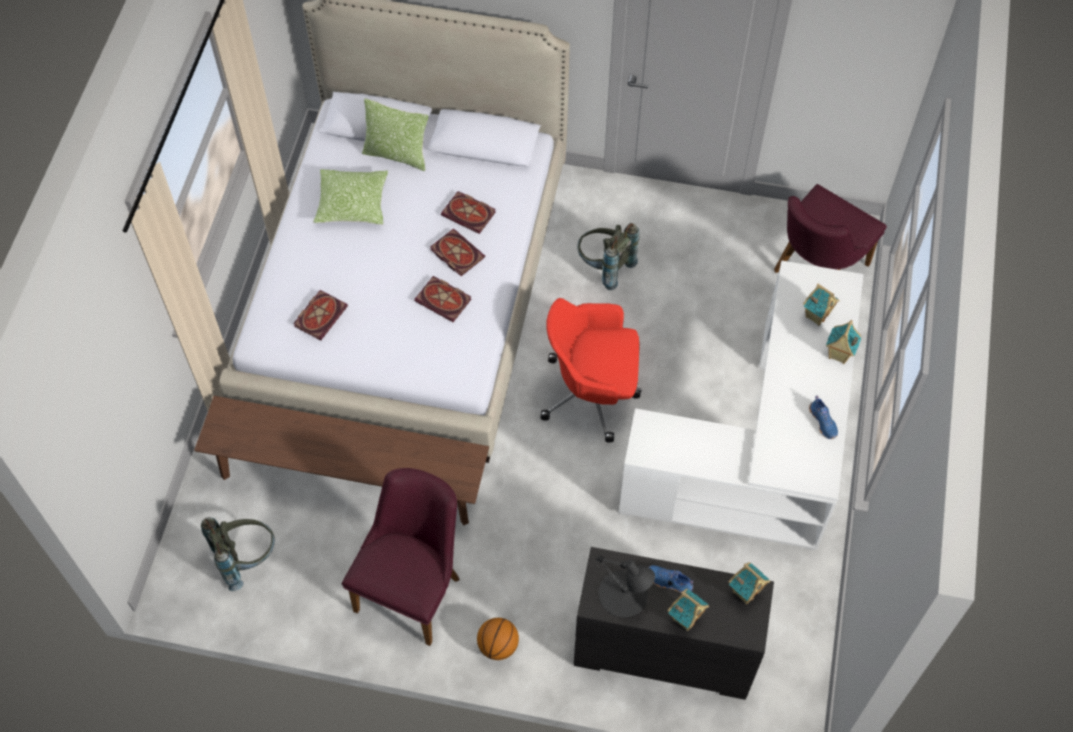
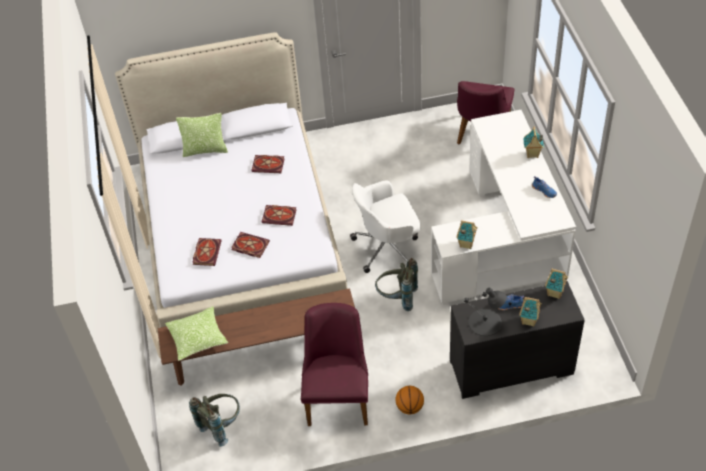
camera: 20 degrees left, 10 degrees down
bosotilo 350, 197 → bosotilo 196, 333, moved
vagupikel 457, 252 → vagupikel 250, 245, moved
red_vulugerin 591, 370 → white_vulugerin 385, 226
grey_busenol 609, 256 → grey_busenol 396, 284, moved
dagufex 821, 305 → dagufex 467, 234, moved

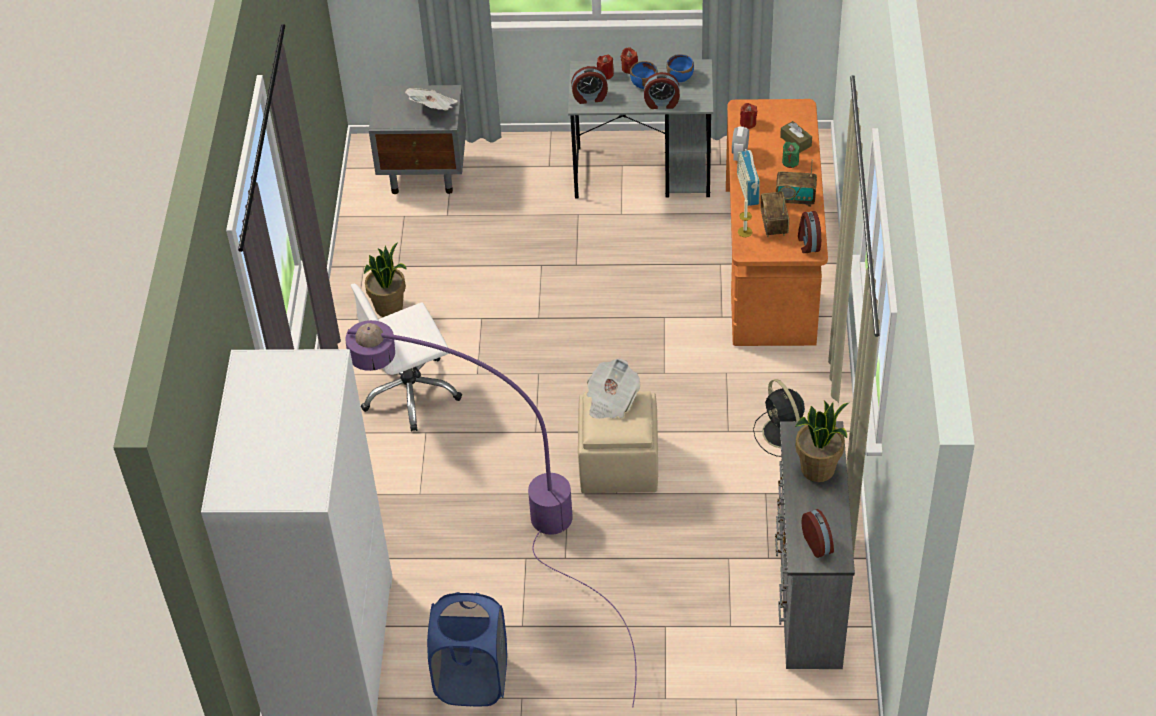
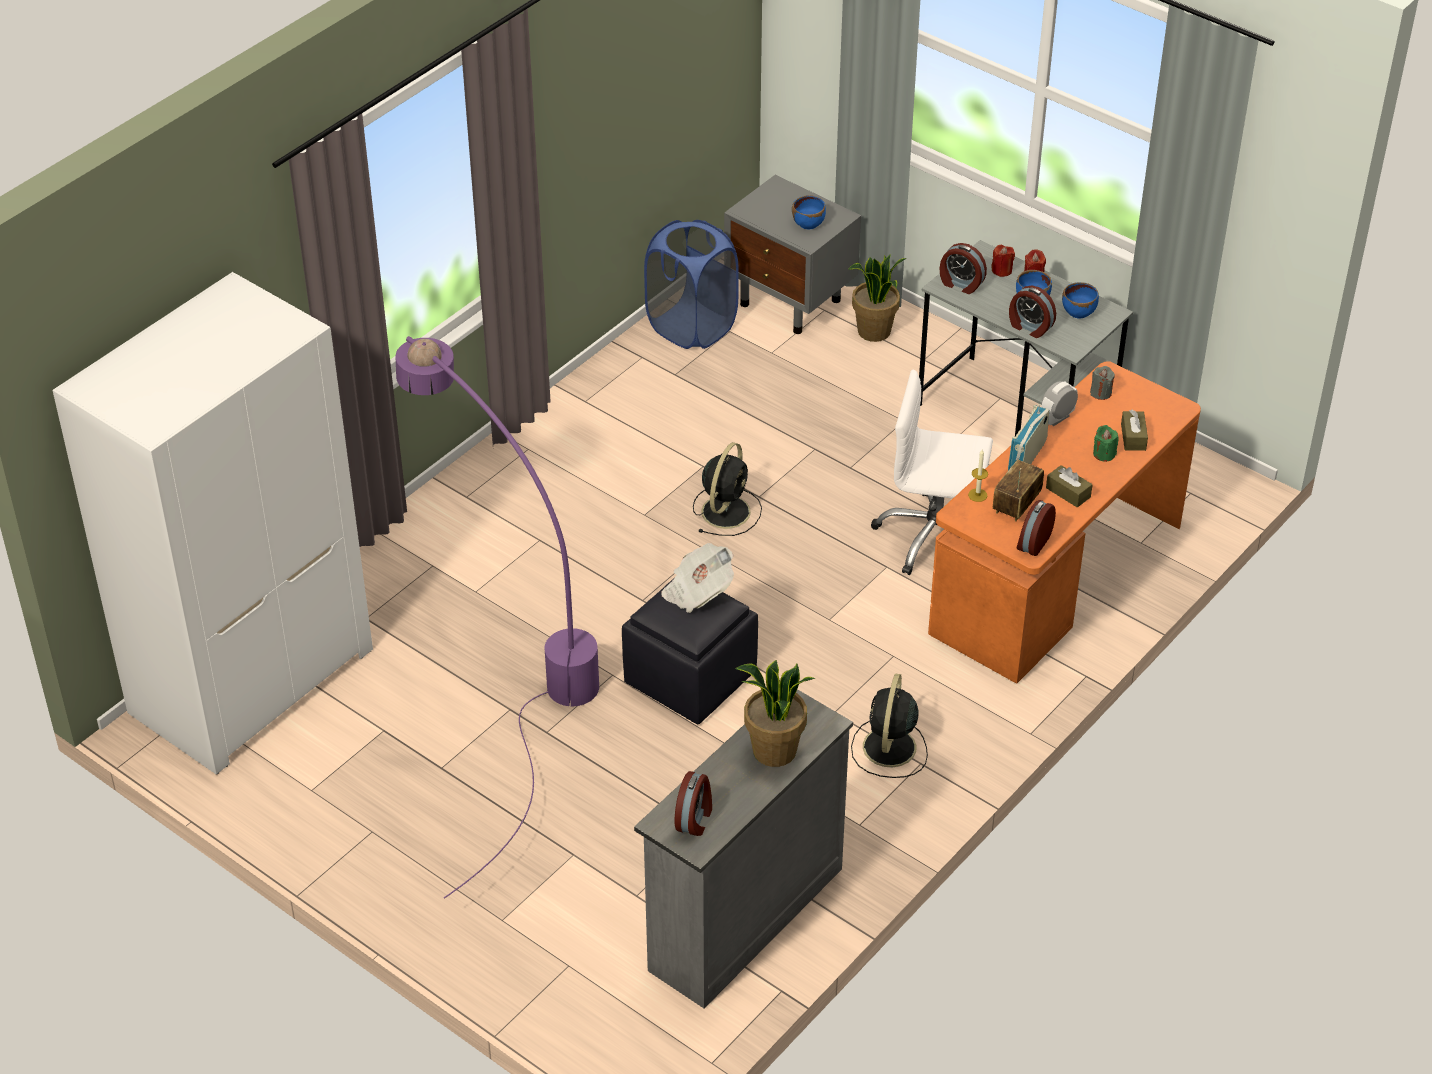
camera: 35 degrees right, 5 degrees down
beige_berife 618, 442 → black_berife 690, 651
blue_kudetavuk 467, 649 → blue_kudetavuk 691, 284, moved
- → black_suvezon 727, 489
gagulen 431, 99 → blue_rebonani 809, 212
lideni 385, 279 → lideni 877, 298, moved
white_vulugerin 406, 358 → white_vulugerin 932, 472, moved
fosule 796, 183 → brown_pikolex 1069, 486
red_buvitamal 748, 116 → grey_buvitamal 1102, 383

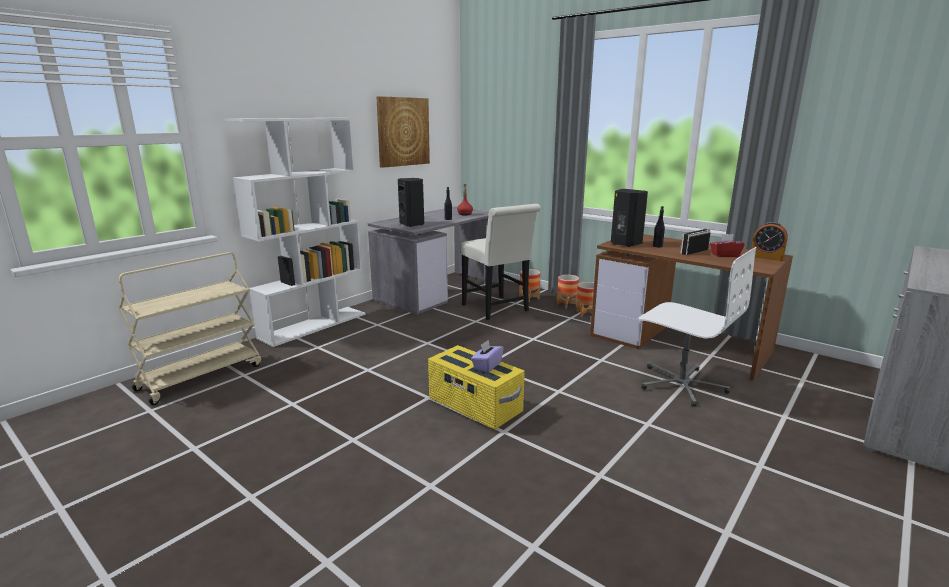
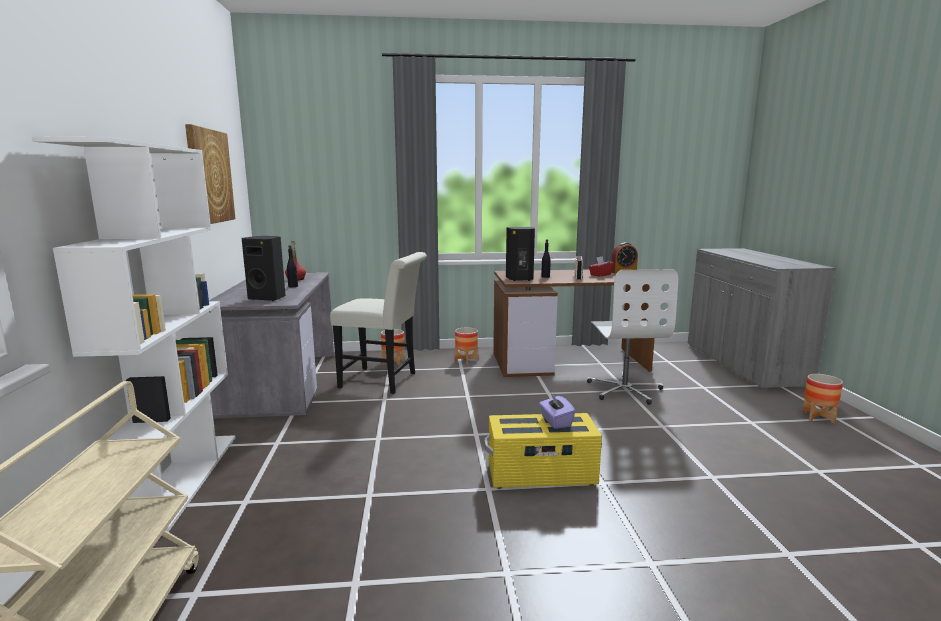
camera: 45 degrees left, 5 degrees down
white_vulugerin 698, 327 → white_vulugerin 632, 337, 90 degrees clockwise
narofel 567, 292 → narofel 822, 399, moved

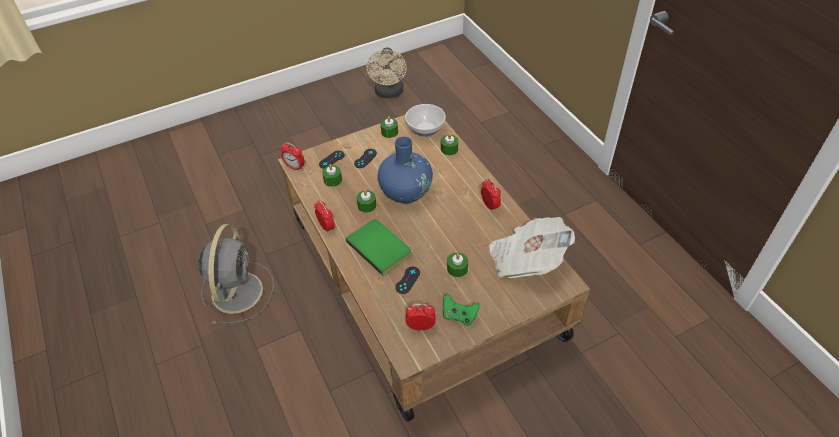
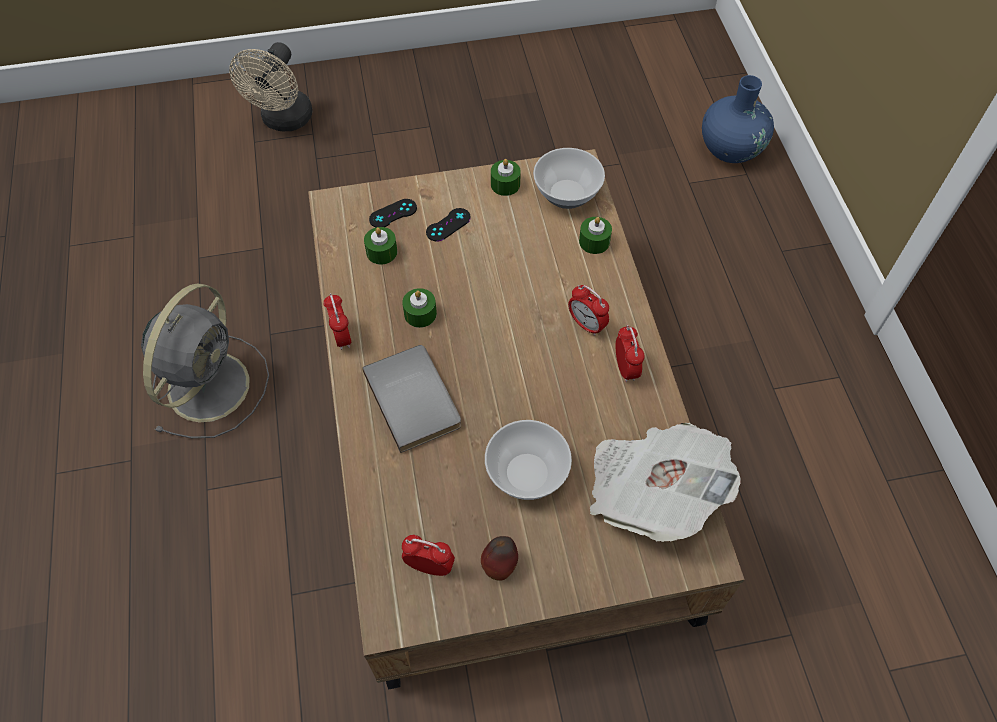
camera: 15 degrees right, 10 degrees up
beige_suvezon 386, 72 → beige_suvezon 270, 86, moved
green_vagupikel 378, 247 → grey_vagupikel 411, 399
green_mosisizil 461, 310 → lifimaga 499, 558
green_buvitamal 457, 265 → rebonani 528, 460
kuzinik 293, 156 → kuzinik 588, 310, moved
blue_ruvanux 405, 170 → blue_ruvanux 738, 119, moved
black_mosisizil 407, 280 → -

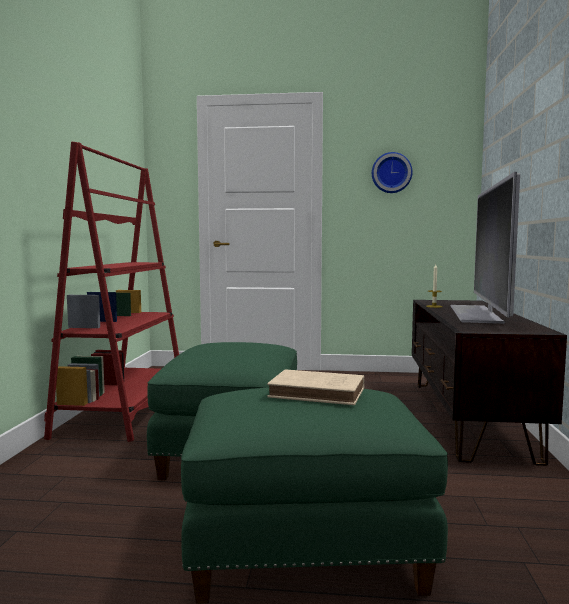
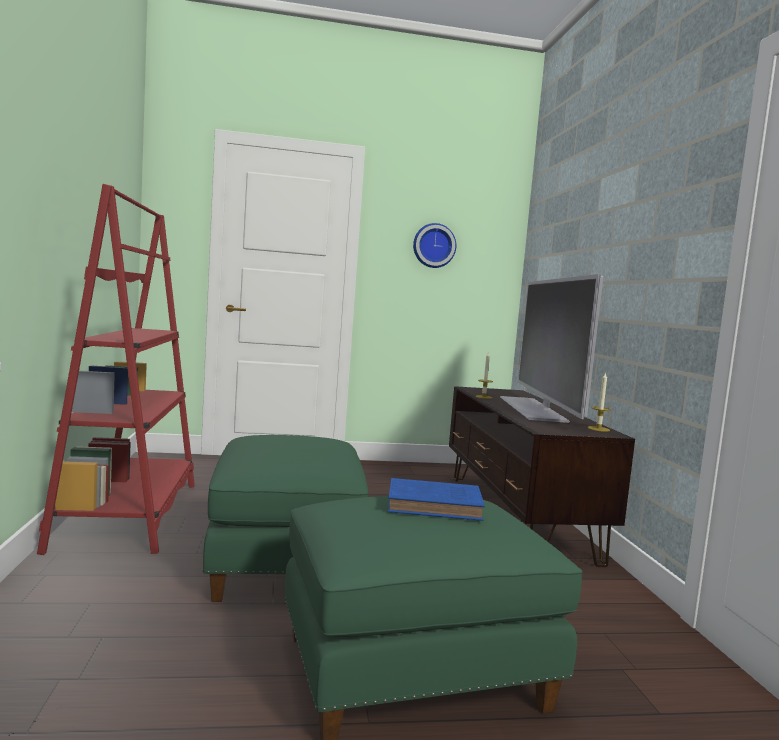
camera: 15 degrees left, 0 degrees up
beige_vagupikel 315, 387 → blue_vagupikel 436, 499
- → buvitamal 599, 402

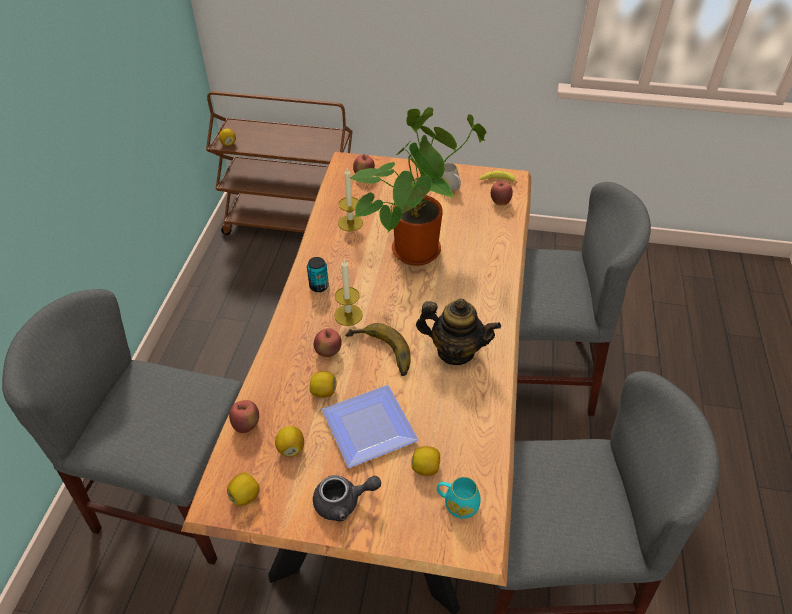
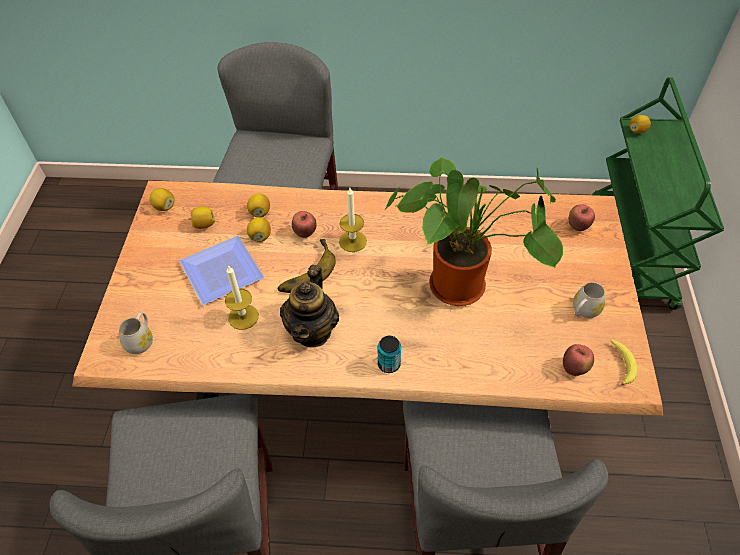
camera: 85 degrees right, 5 degrees up
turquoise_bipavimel 459, 498 → white_bipavimel 136, 333
buvitamal 350, 199 → buvitamal 242, 297, moved
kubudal 425, 461 → kubudal 258, 205, moved
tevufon 318, 274 → tevufon 389, 354, moved
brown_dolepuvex 279, 163 → green_dolepuvex 658, 193
lifimaga 244, 416 → -
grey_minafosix 347, 498 → -

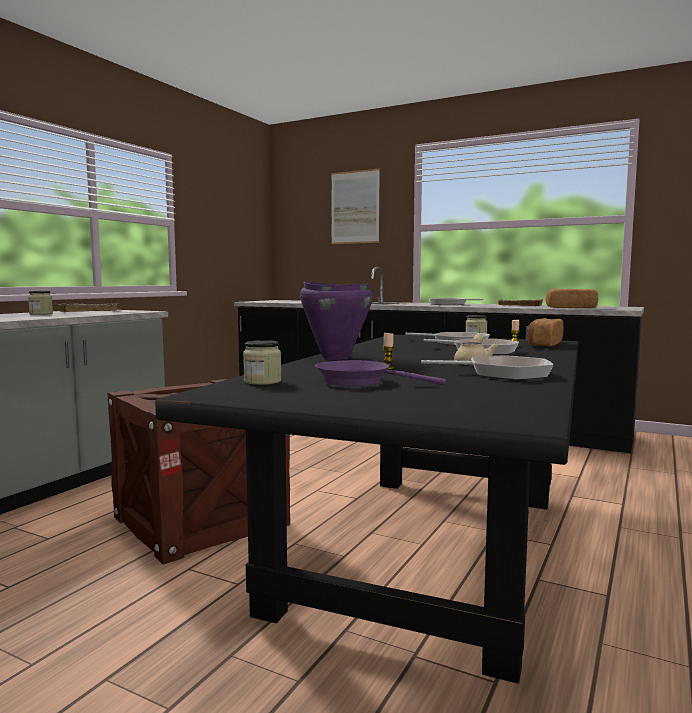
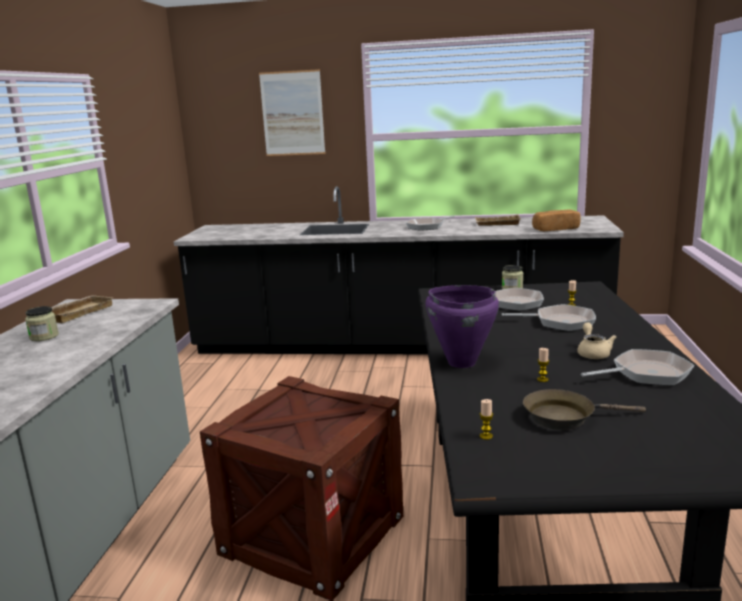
camera: 20 degrees left, 10 degrees up
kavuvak 262, 362 → buvitamal 486, 419
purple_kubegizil 380, 373 → brown_kubegizil 584, 409
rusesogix 545, 332 → -

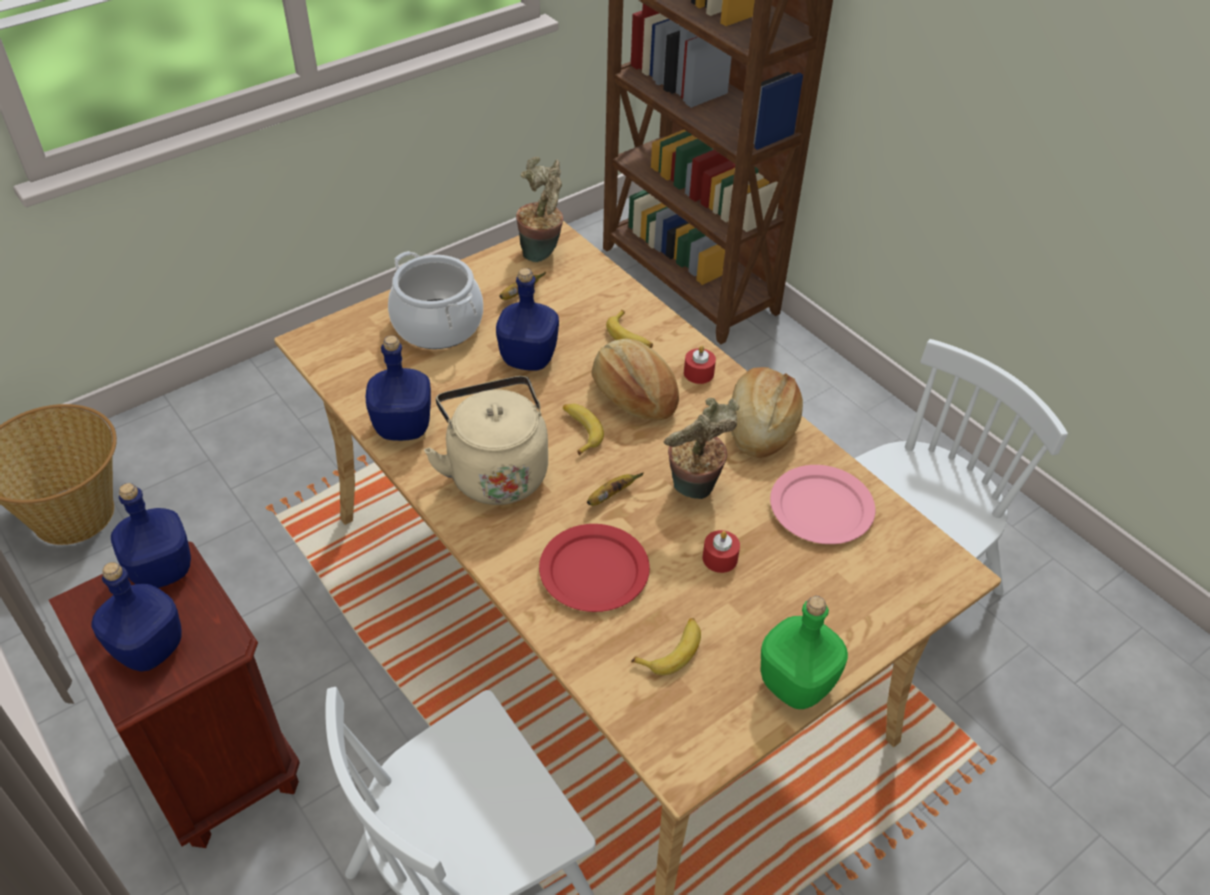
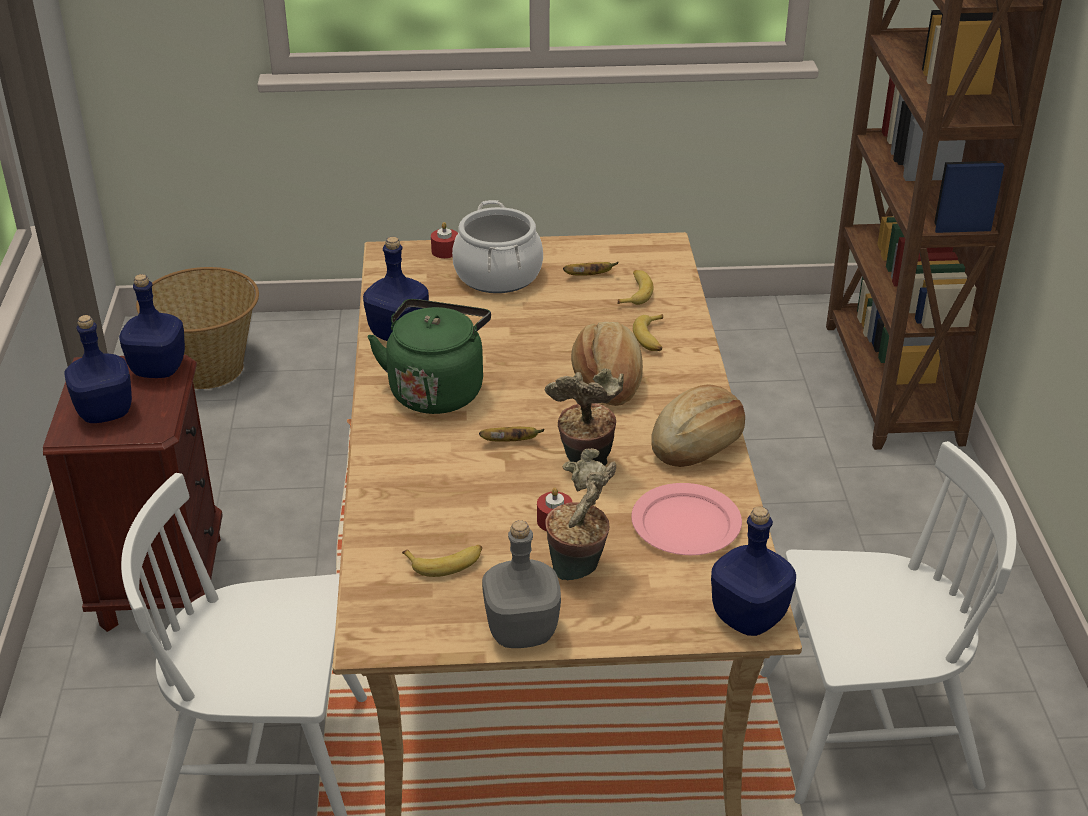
camera: 35 degrees right, 10 degrees down
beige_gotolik 486, 440 → green_gotolik 429, 356
red_buvitamal 700, 365 → red_buvitamal 444, 240, moved
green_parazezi 804, 652 → grey_parazezi 521, 584
lideni 539, 209 → lideni 580, 514, moved
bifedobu 583, 430 → bifedobu 635, 287, moved
blue_parazezi 527, 319 → blue_parazezi 753, 571, moved
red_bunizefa 594, 568 → -

